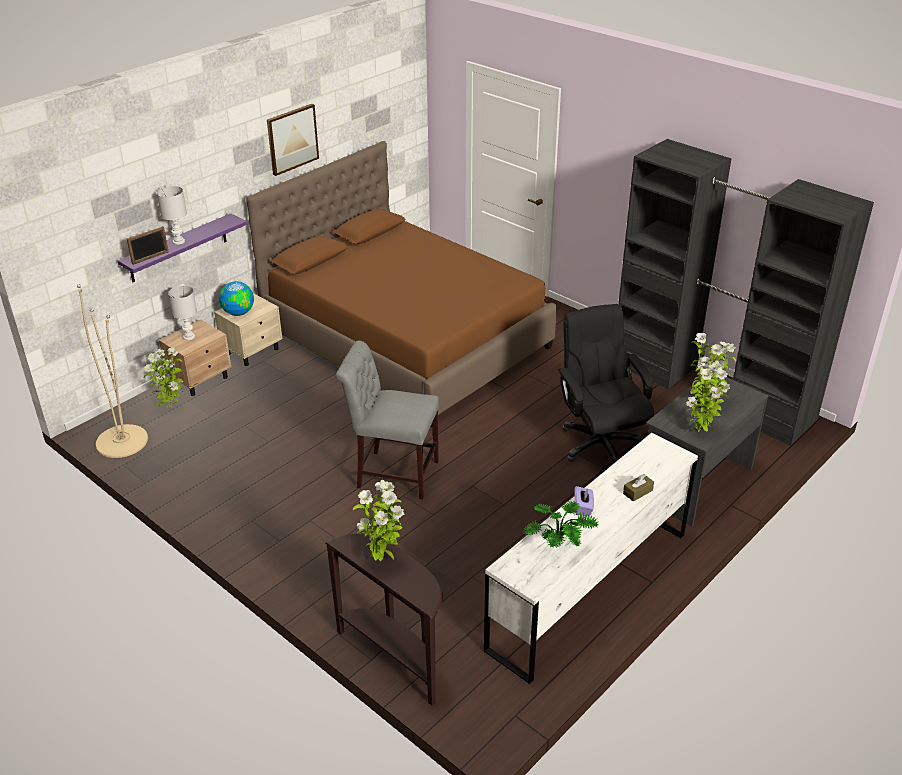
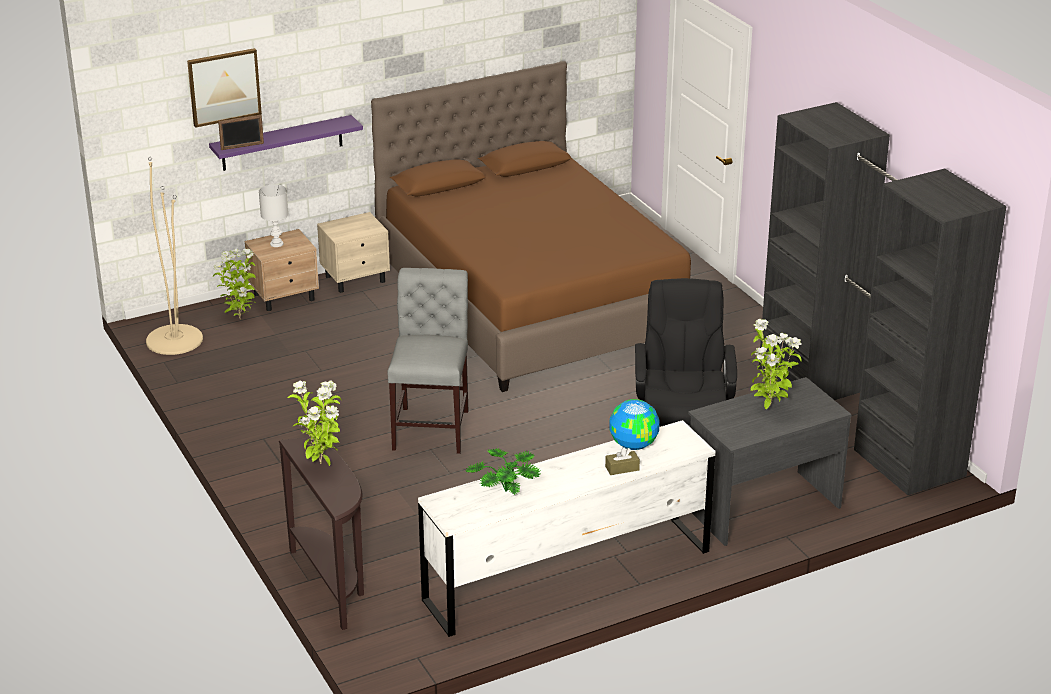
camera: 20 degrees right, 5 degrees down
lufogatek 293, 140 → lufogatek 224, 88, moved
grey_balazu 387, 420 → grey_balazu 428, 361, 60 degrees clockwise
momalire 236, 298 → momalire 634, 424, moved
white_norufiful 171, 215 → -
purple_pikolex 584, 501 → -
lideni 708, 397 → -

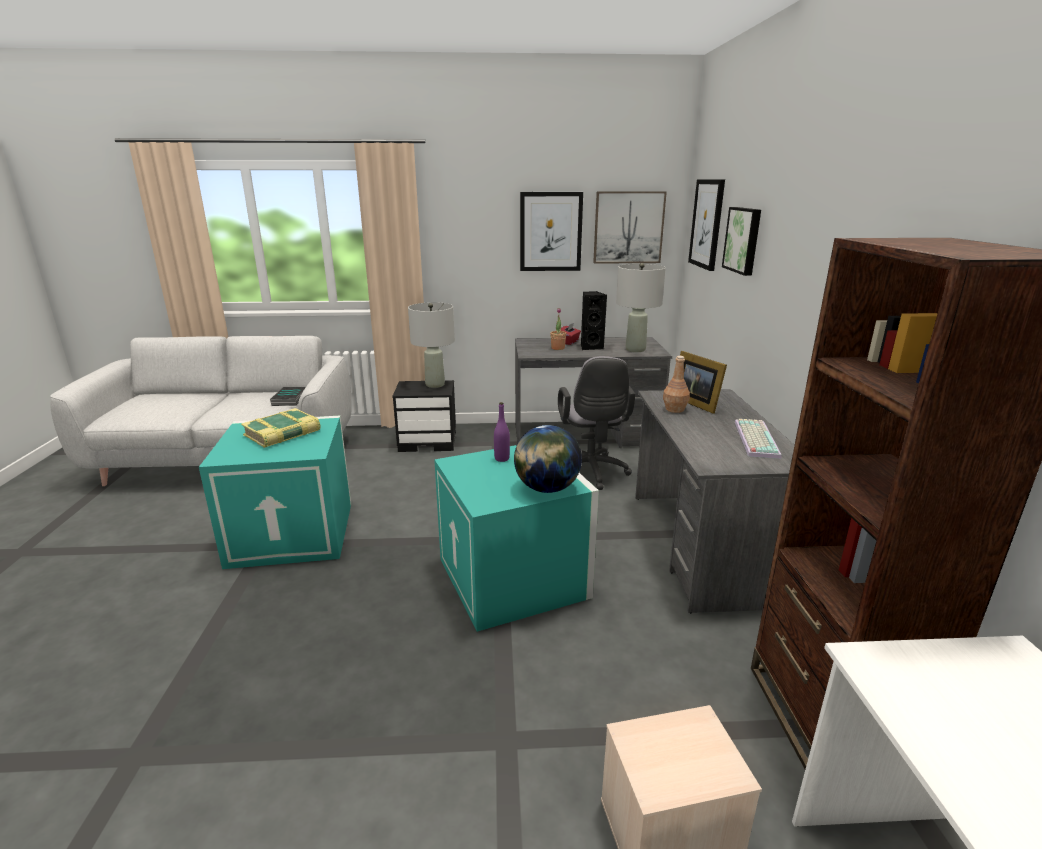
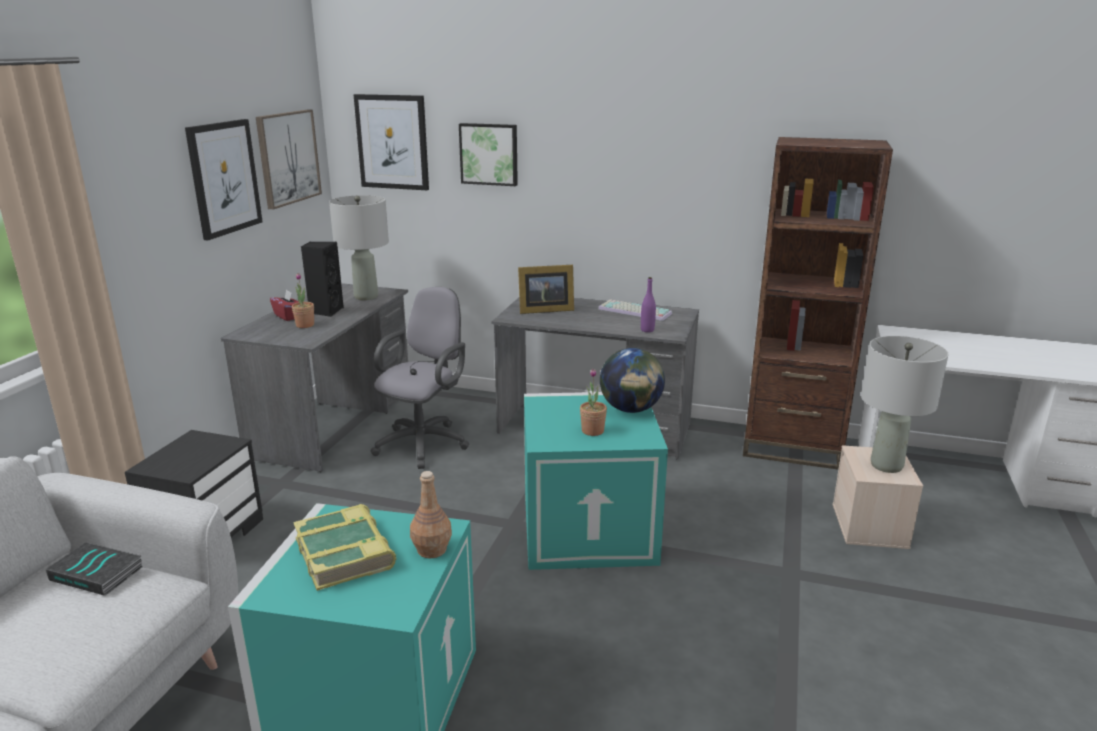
camera: 70 degrees left, 0 degrees up
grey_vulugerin 596, 423 → grey_vulugerin 420, 378, 75 degrees counterclockwise
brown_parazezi 676, 384 → brown_parazezi 431, 514, moved
- → lideni 593, 402
purple_parazezi 502, 432 → purple_parazezi 648, 304, moved
grey_norufiful 431, 345 → grey_norufiful 904, 404, moved

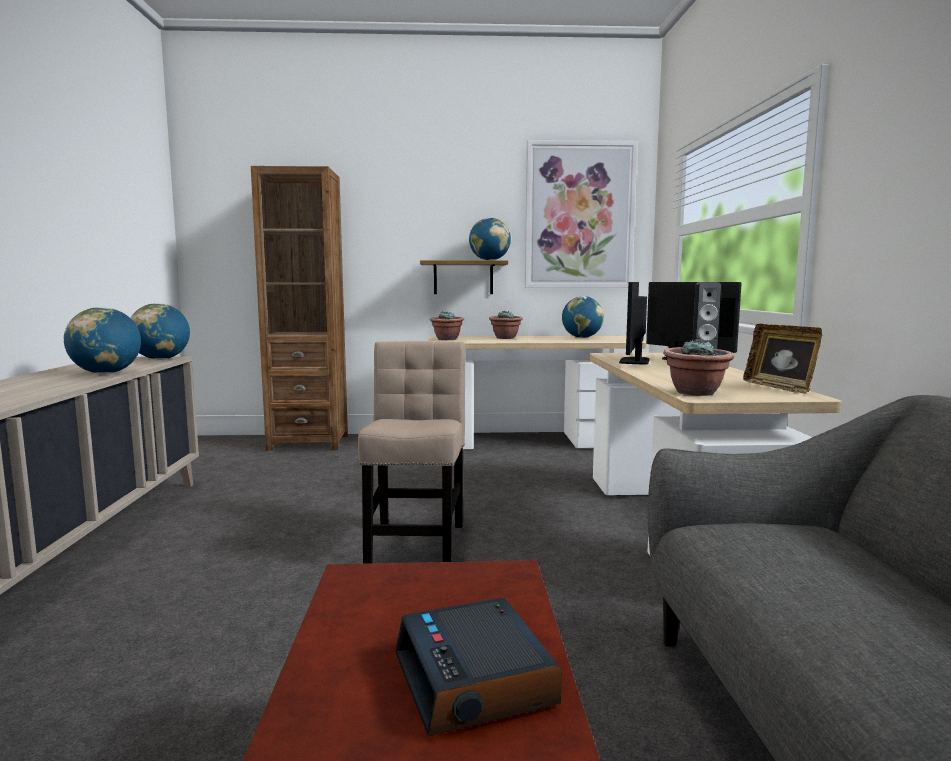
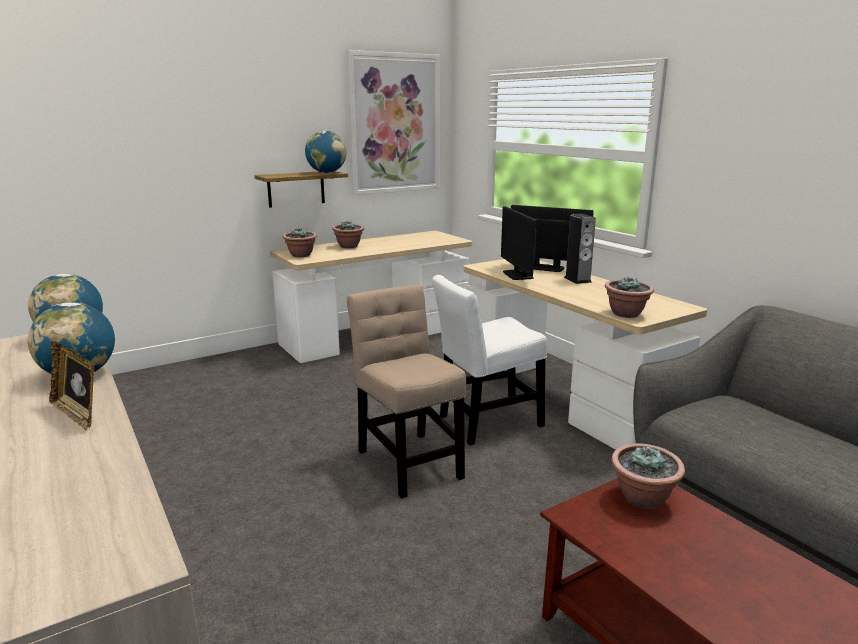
camera: 30 degrees left, 10 degrees up
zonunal 782, 359 → zonunal 71, 386, moved
- → white_balazu 489, 360
- → lideni 648, 476
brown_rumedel 299, 308 → -
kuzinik 478, 667 → -
momalire 583, 317 → -

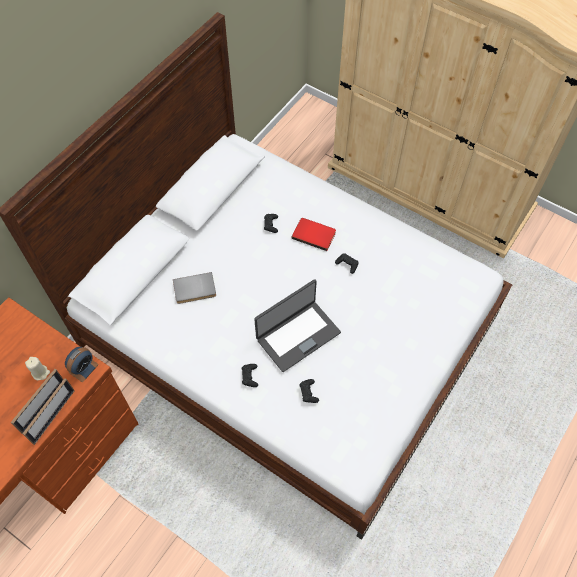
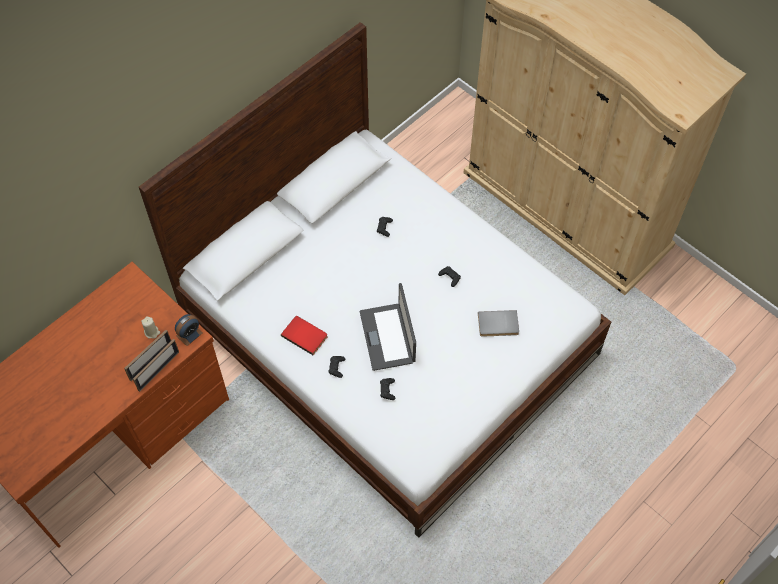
camera: 10 degrees right, 0 degrees up
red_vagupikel 314, 234 → red_vagupikel 304, 335, moved
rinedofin 297, 325 → rinedofin 388, 327, 105 degrees clockwise
grey_vagupikel 194, 288 → grey_vagupikel 498, 323, moved

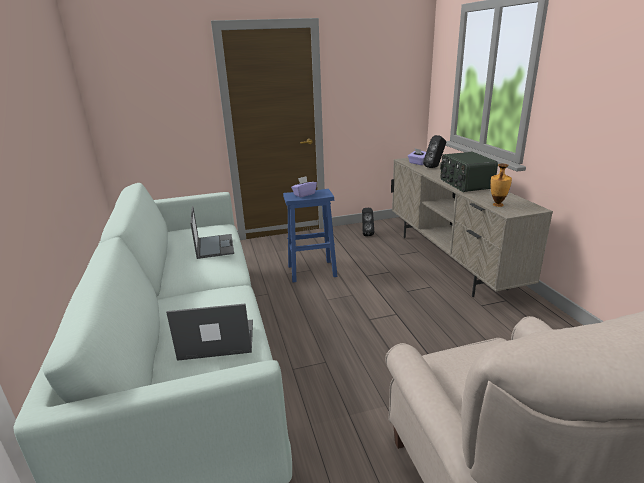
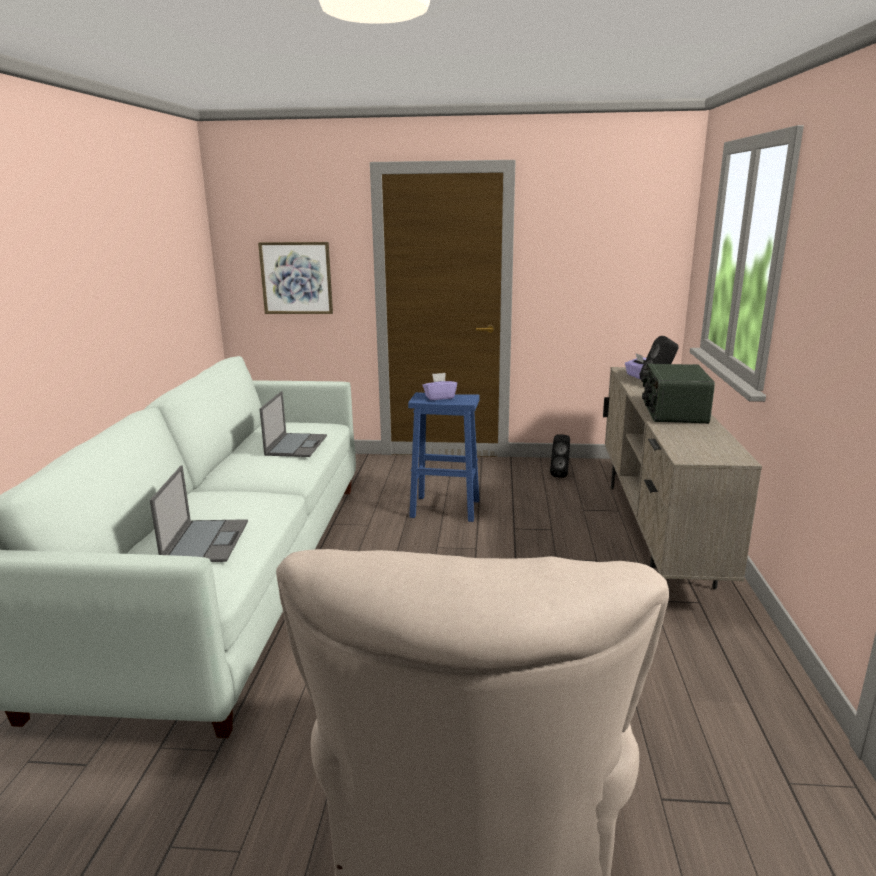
camera: 20 degrees right, 5 degrees down
rinedofin 209, 332 → rinedofin 199, 514, 75 degrees clockwise
- → lufogatek 295, 278
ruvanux 501, 185 → -

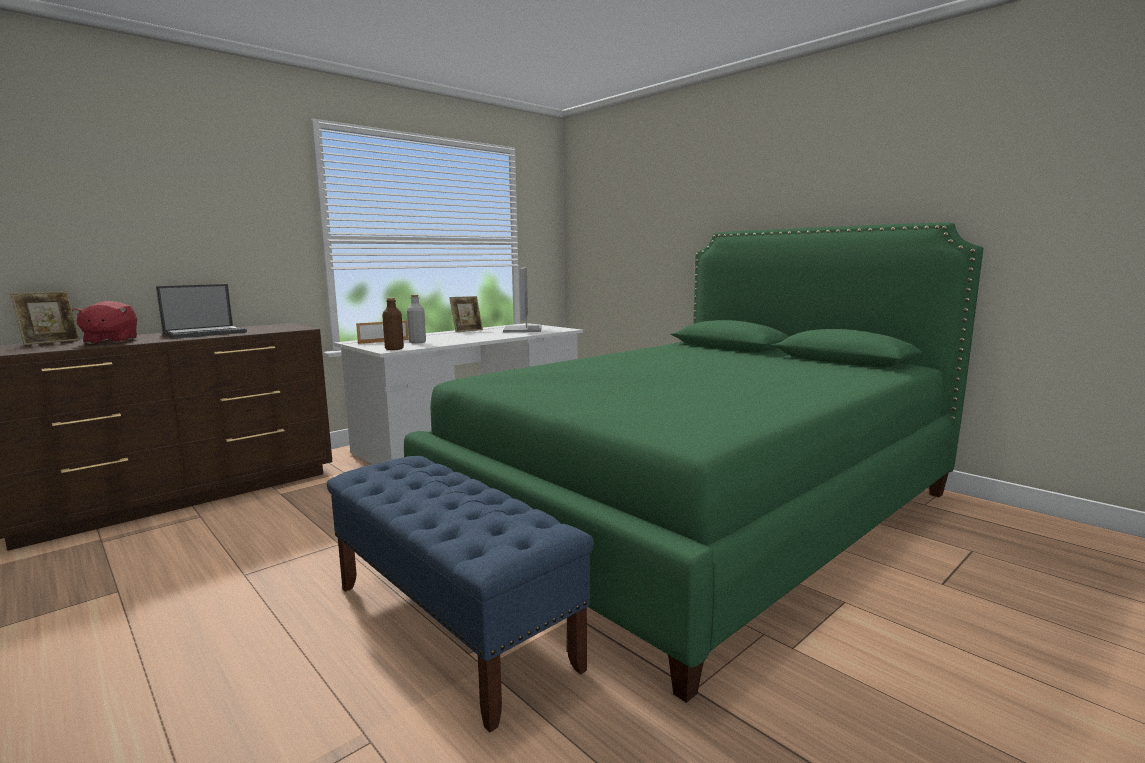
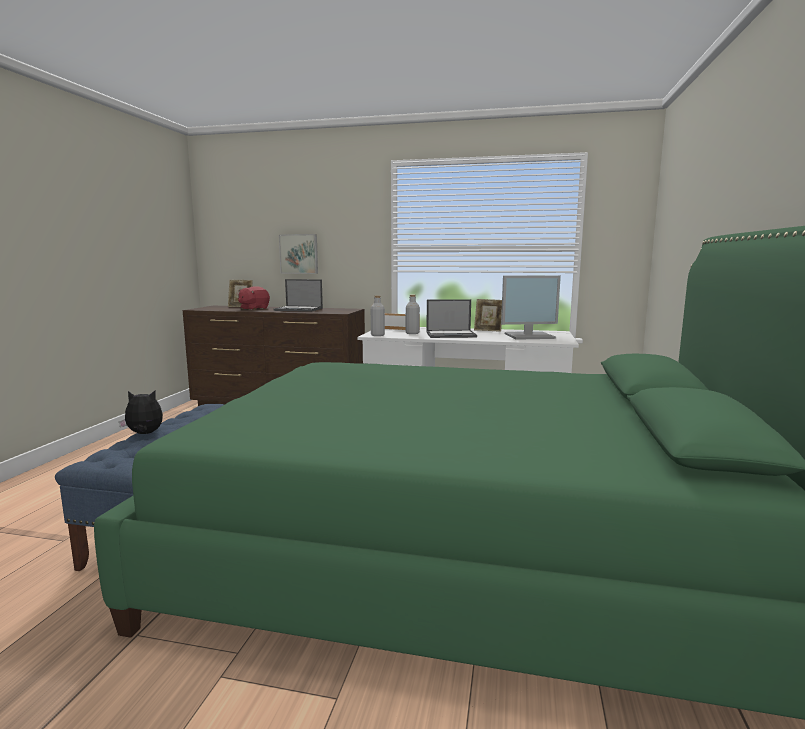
camera: 55 degrees right, 0 degrees up
- → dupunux 141, 412
- → lufogatek 298, 254
brown_parazezi 393, 324 → grey_parazezi 378, 316
- → rinedofin 451, 318
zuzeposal 522, 299 → zuzeposal 531, 307, 150 degrees counterclockwise

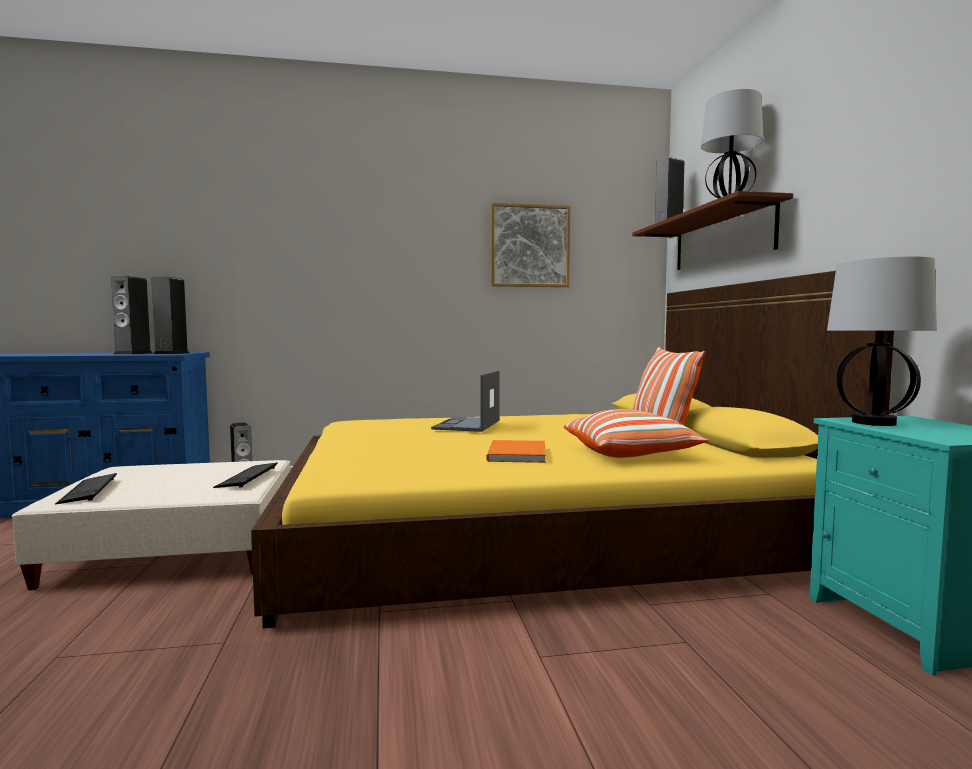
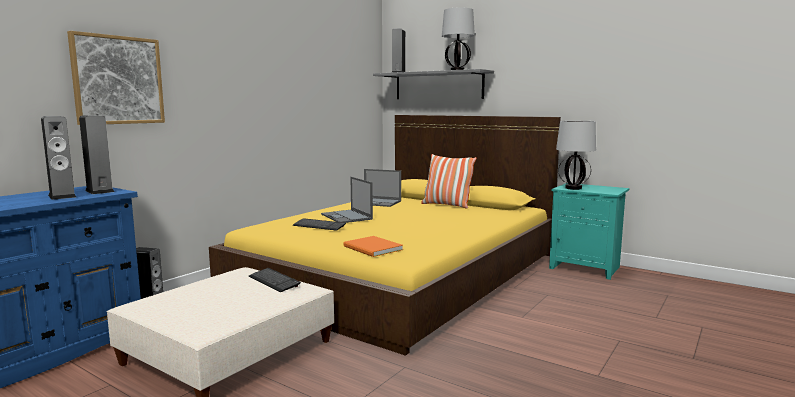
camera: 45 degrees left, 5 degrees up
lufogatek 530, 245 → lufogatek 116, 78, moved
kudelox 86, 489 → kudelox 319, 224, moved
orange_vagupikel 516, 451 → orange_vagupikel 373, 246, moved
- → rinedofin 382, 188
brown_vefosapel 712, 230 → grey_vefosapel 433, 84
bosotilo 636, 433 → -

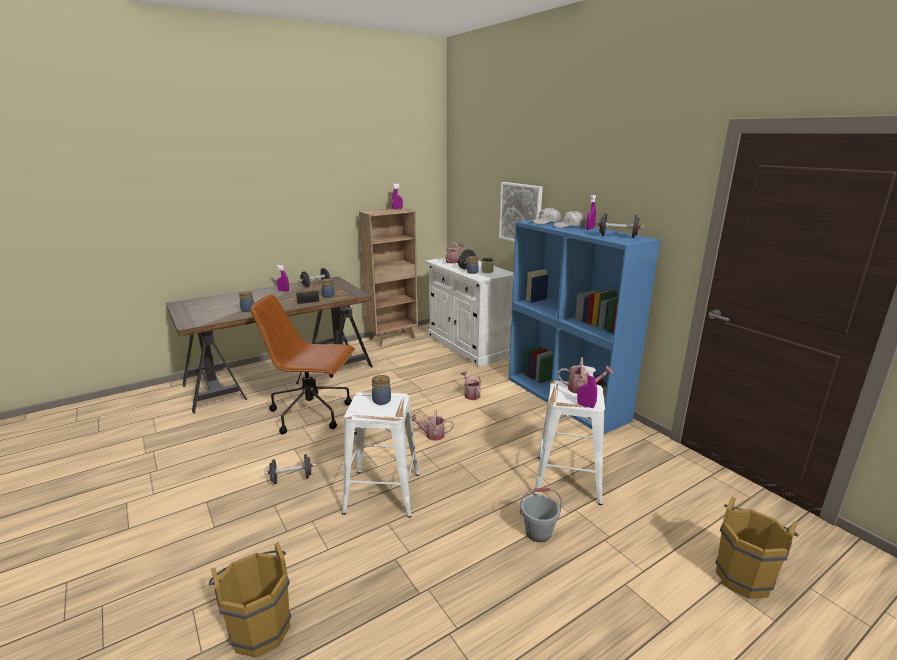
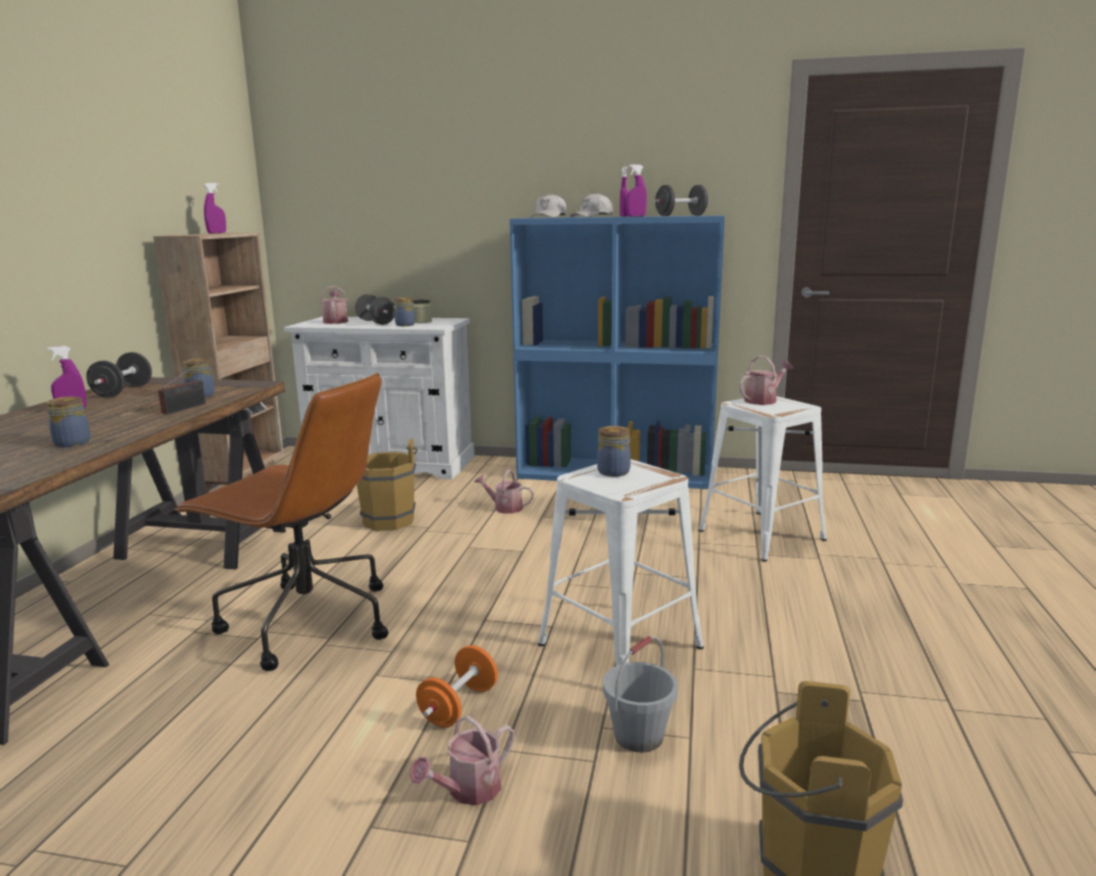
camera: 45 degrees left, 5 degrees down
brown_vulugerin 302, 364 → brown_vulugerin 281, 522, 120 degrees counterclockwise
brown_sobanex 757, 547 → brown_sobanex 387, 485, moved
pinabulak 432, 425 → pinabulak 462, 760, moved
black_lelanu 290, 469 → orange_lelanu 457, 686
grey_sobanex 541, 515 → grey_sobanex 640, 694, moved
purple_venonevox 587, 387 → purple_venonevox 636, 190, moved
lufogatek 521, 212 → -

